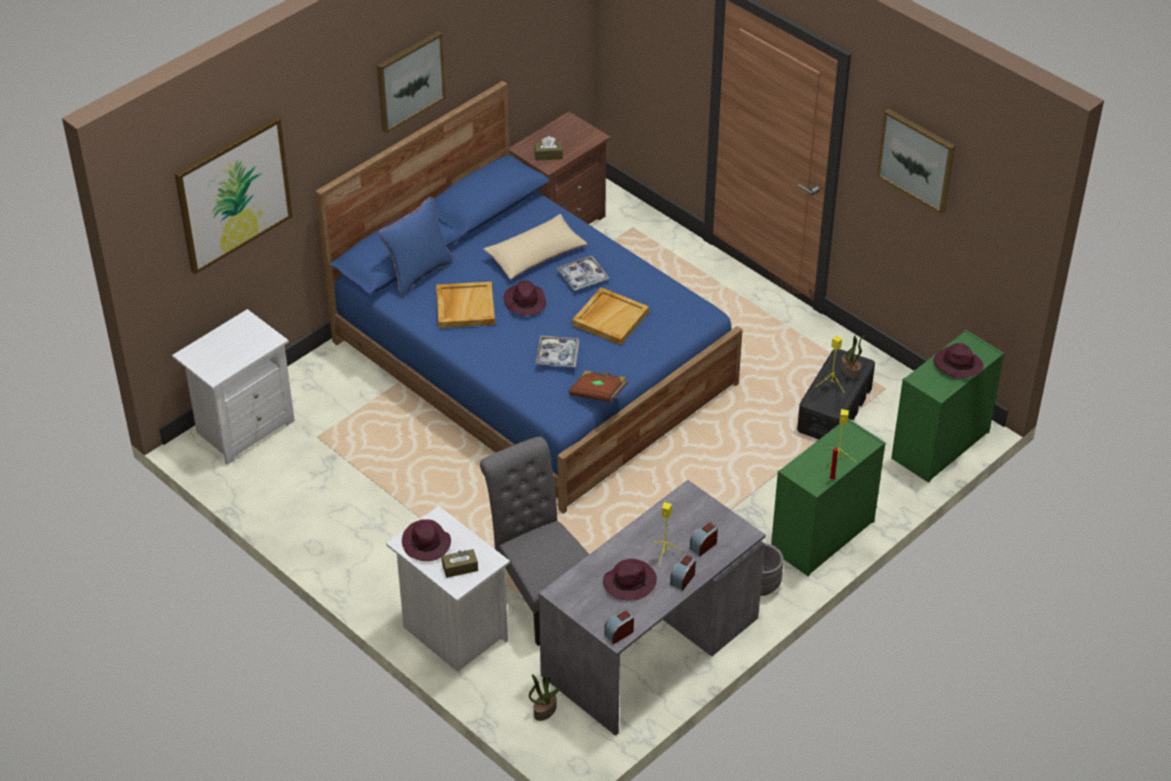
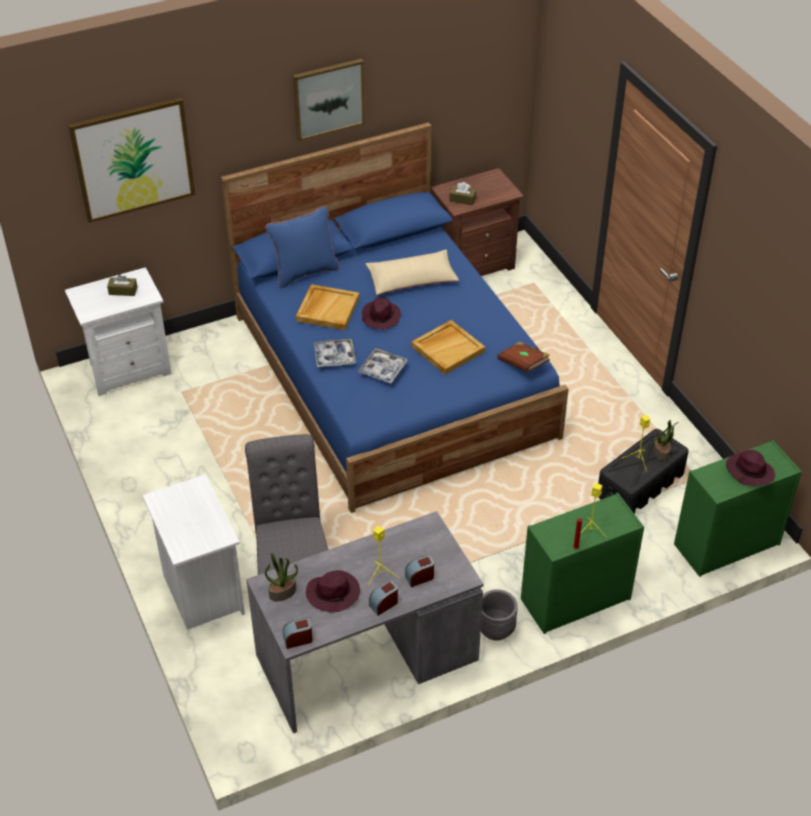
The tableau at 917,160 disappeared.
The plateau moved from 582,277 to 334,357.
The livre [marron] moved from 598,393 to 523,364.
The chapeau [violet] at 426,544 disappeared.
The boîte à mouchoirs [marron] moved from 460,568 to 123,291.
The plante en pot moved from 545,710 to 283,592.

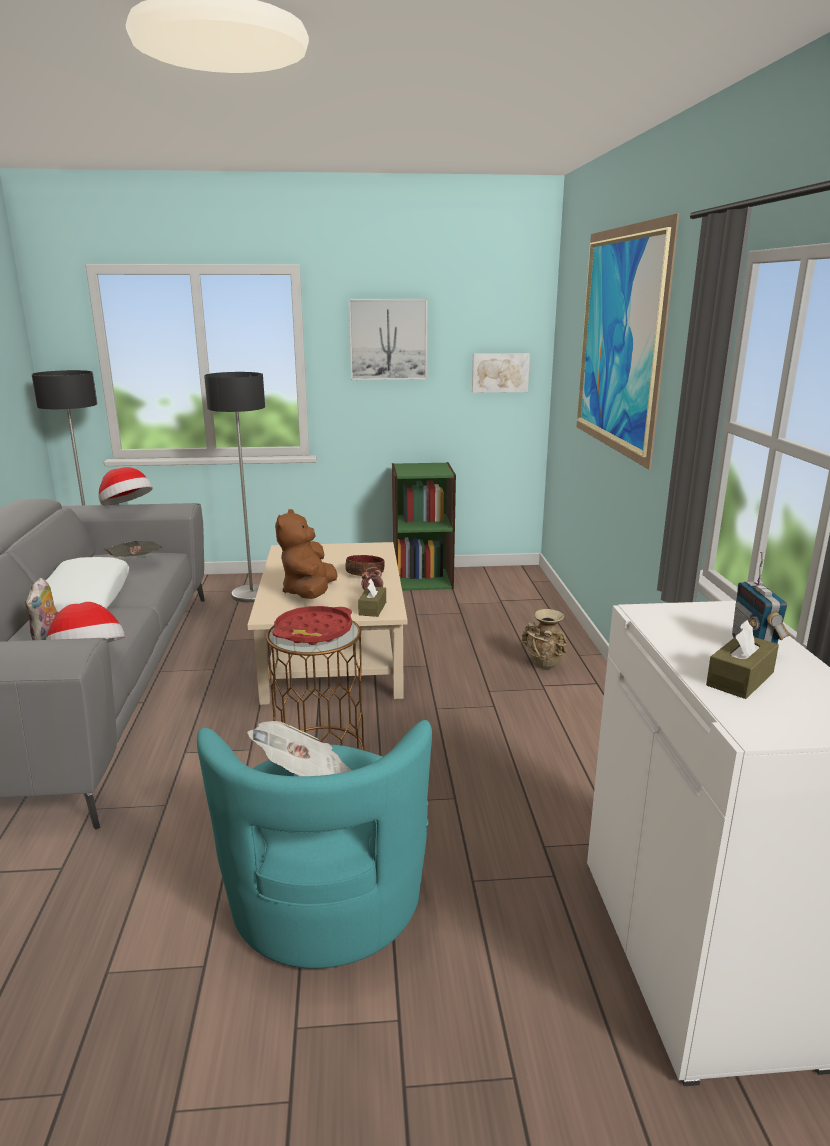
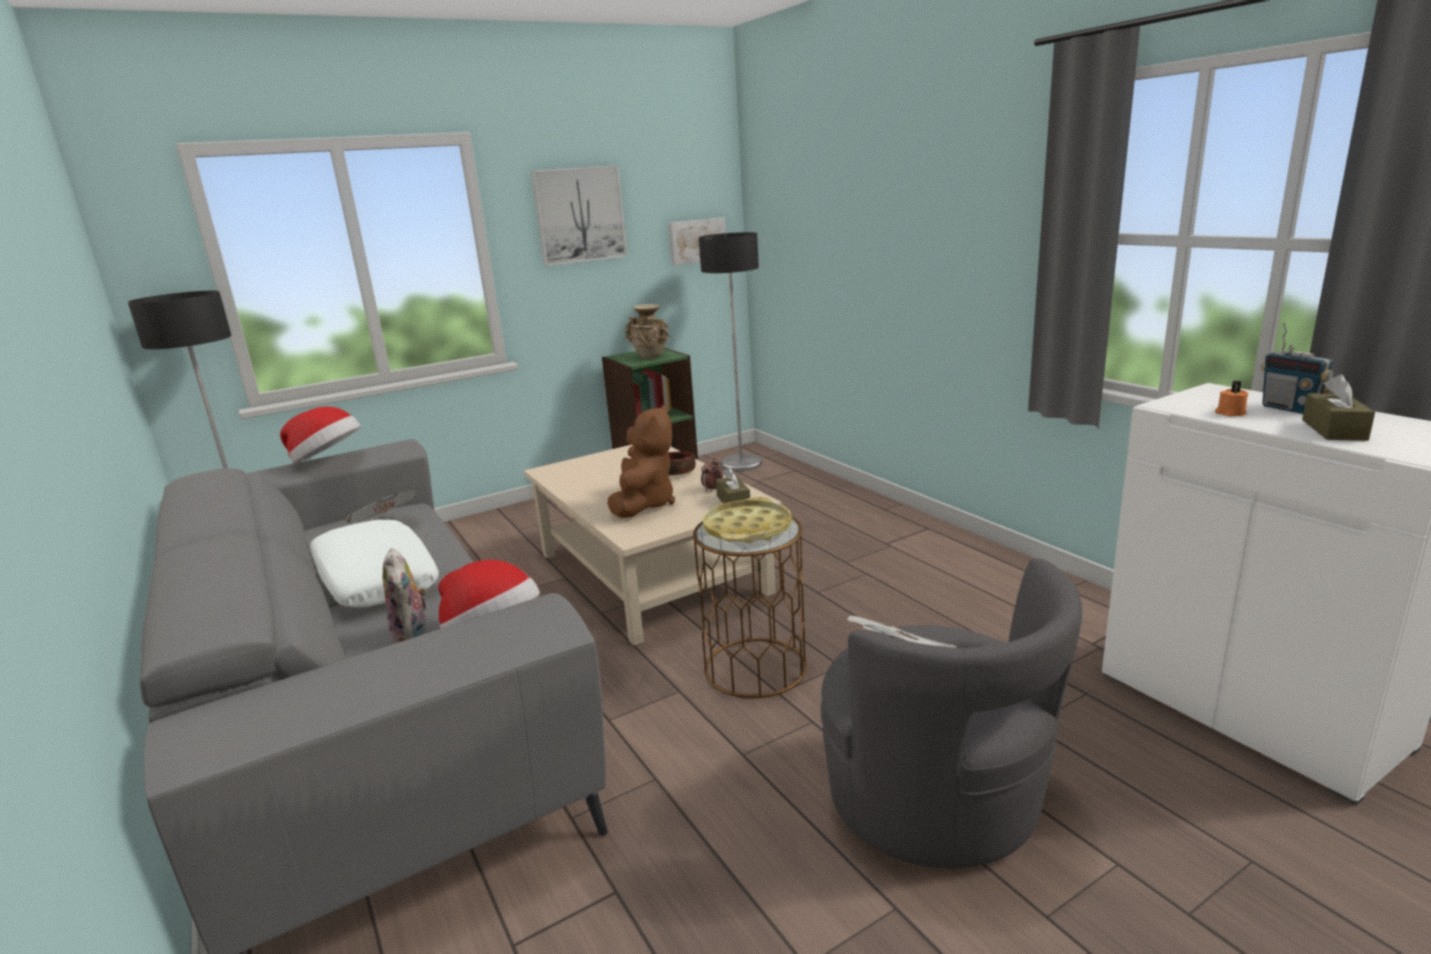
The tableau at 618,340 disappeared.
The lampadaire moved from 252,594 to 741,463.
The peluche [marron] at 309,593 turned 150 degrees counterclockwise.
The plateau [rouge] at 313,632 became the plateau [jaune] at 747,529.
The vase [beige] moved from 544,665 to 650,357.
The fauteuil [turquoise] at 325,905 became the fauteuil [gris] at 937,800.
The bougie [orange] at 1230,413 appeared.

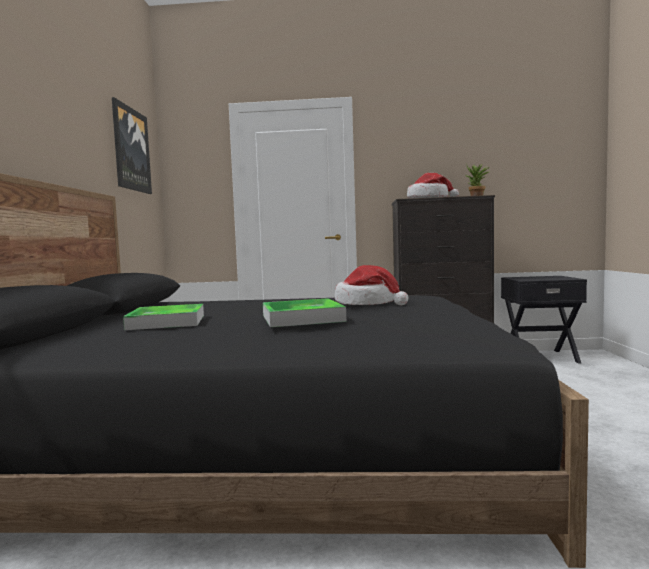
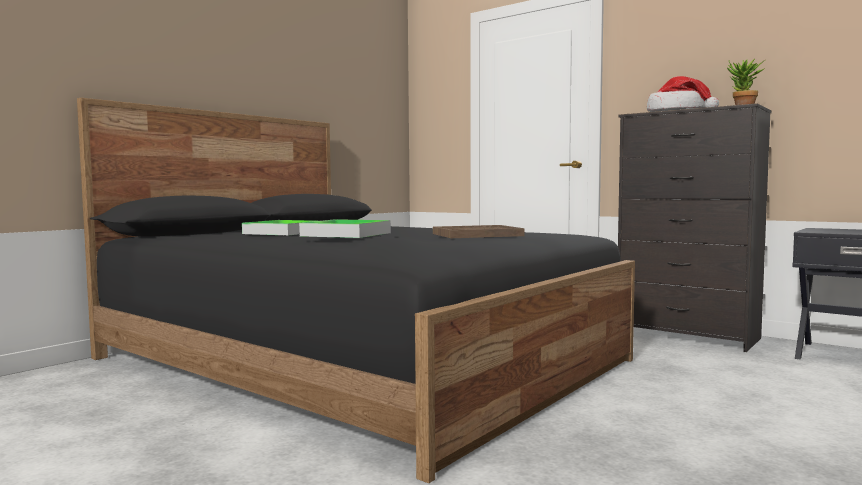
The tableau at 131,149 disappeared.
The chapeau at 367,303 was replaced by the plateau [marron] at 477,235.

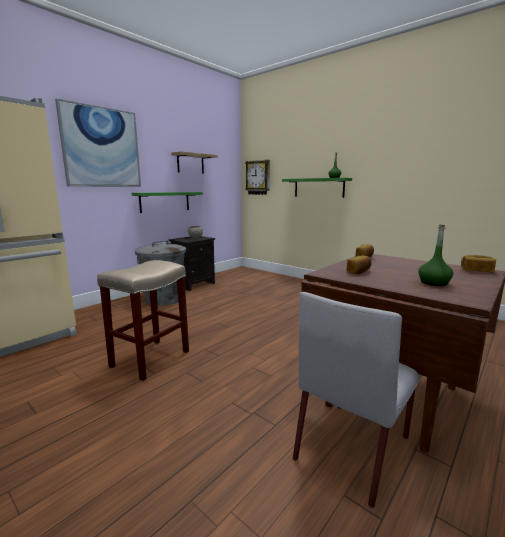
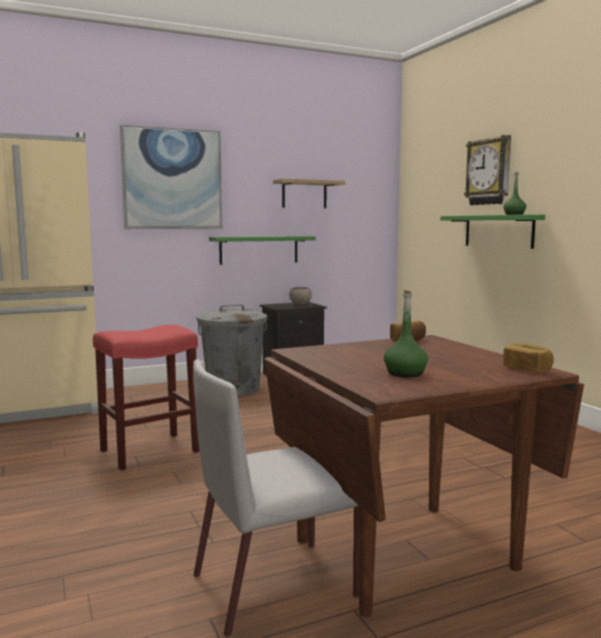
The horloge murale moved from 258,177 to 489,172.
The pain at 359,272 disappeared.
The tabouret [beige] at 151,358 became the tabouret [rouge] at 150,450.

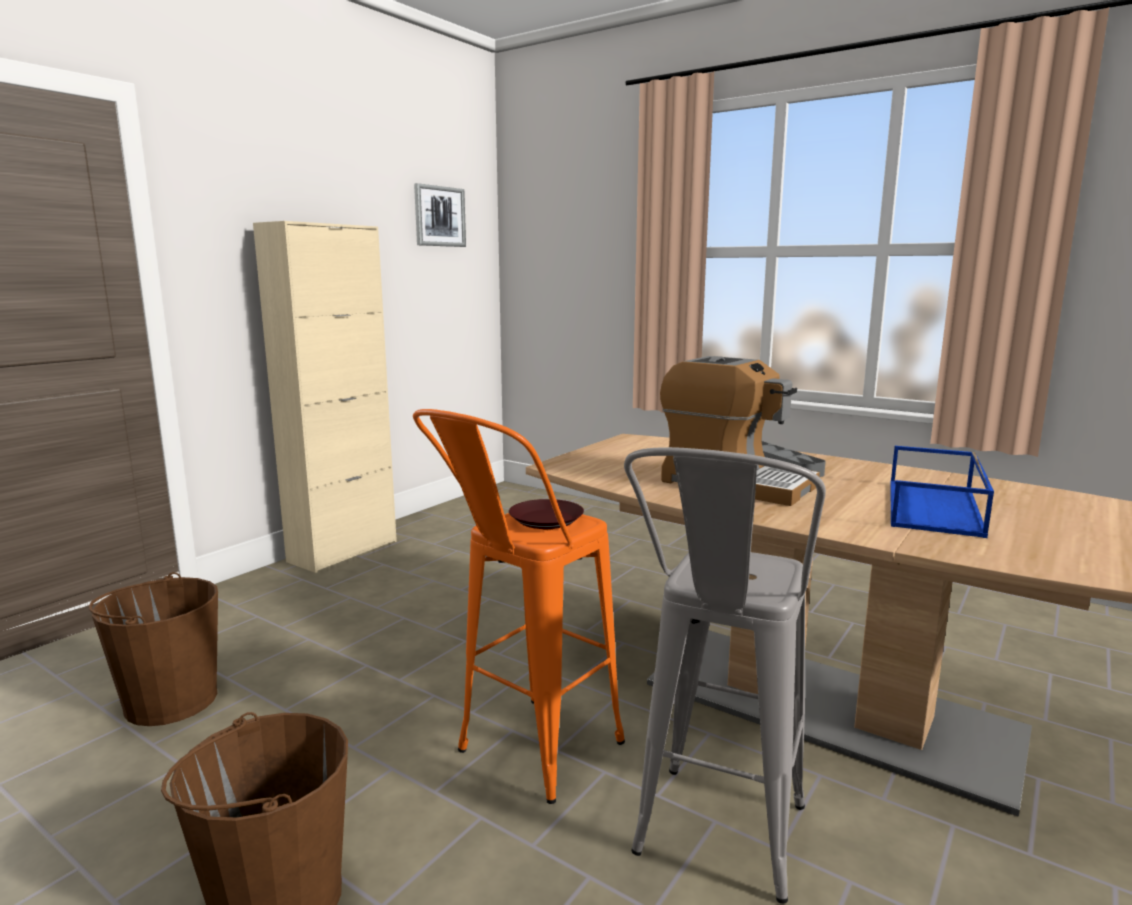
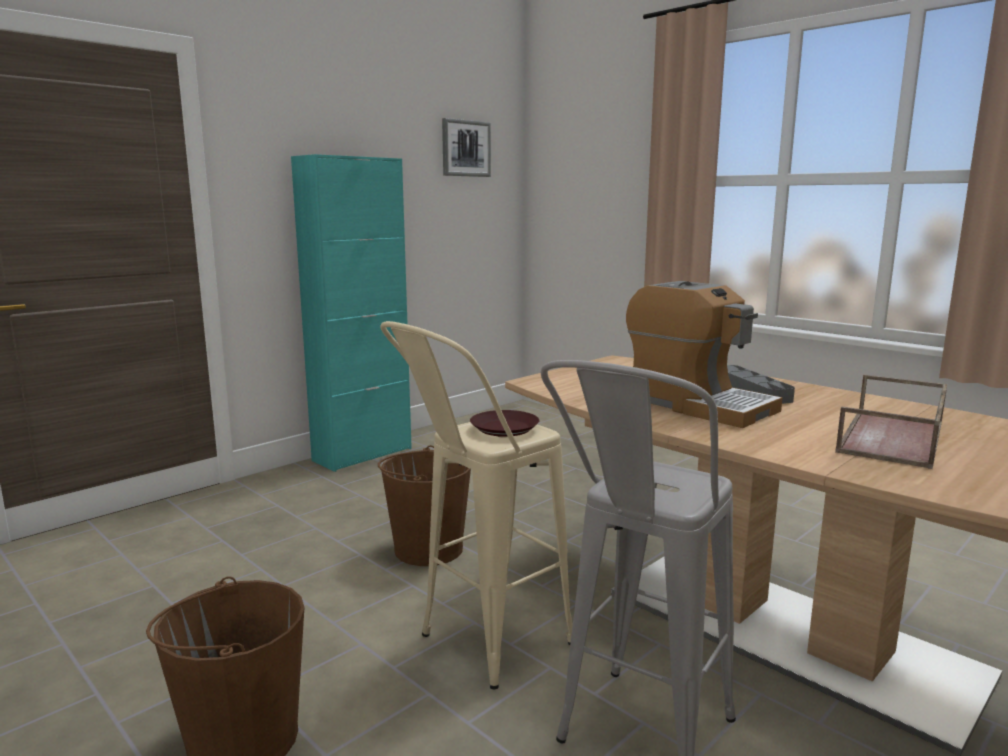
The meuble de rangement [beige] at 343,551 became the meuble de rangement [turquoise] at 362,454.
The tabouret [orange] at 524,760 became the tabouret [beige] at 479,649.
The plateau [bleu] at 935,508 became the plateau [marron] at 893,438.
The seau [marron] moved from 170,701 to 428,549.

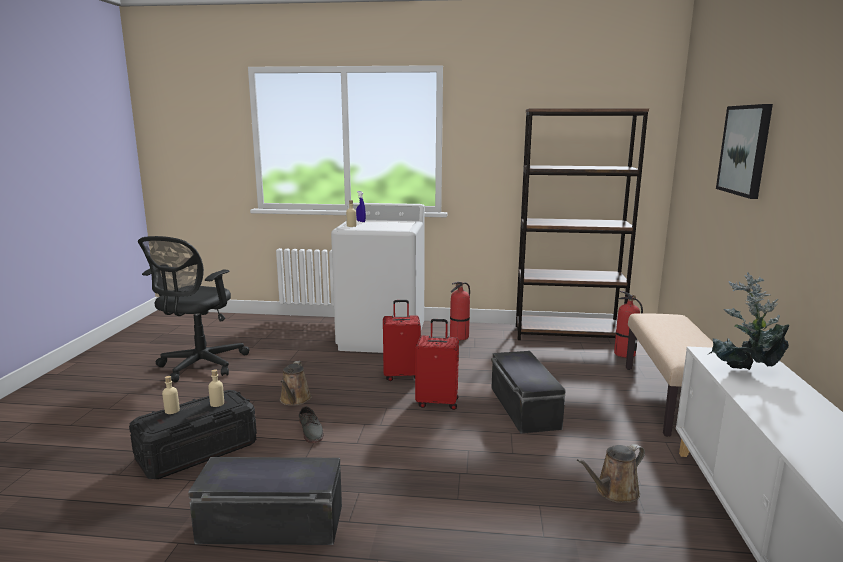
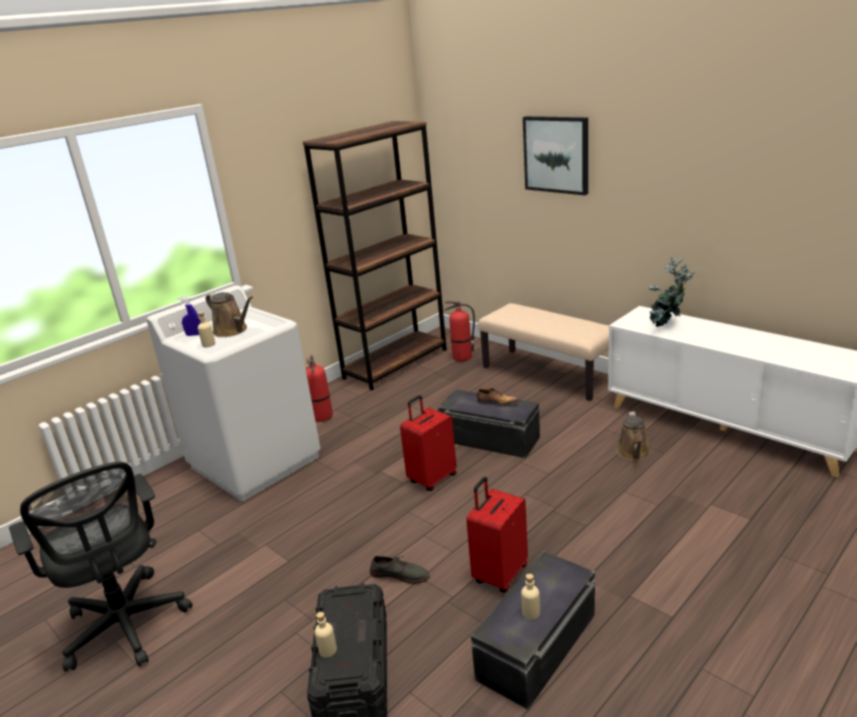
The valise [rouge] moved from 402,375 to 499,574.
The arrosoir [marron] moved from 294,400 to 232,331.
The bouteille [beige] moved from 217,403 to 531,612.
The chaussure at 496,402 appeared.

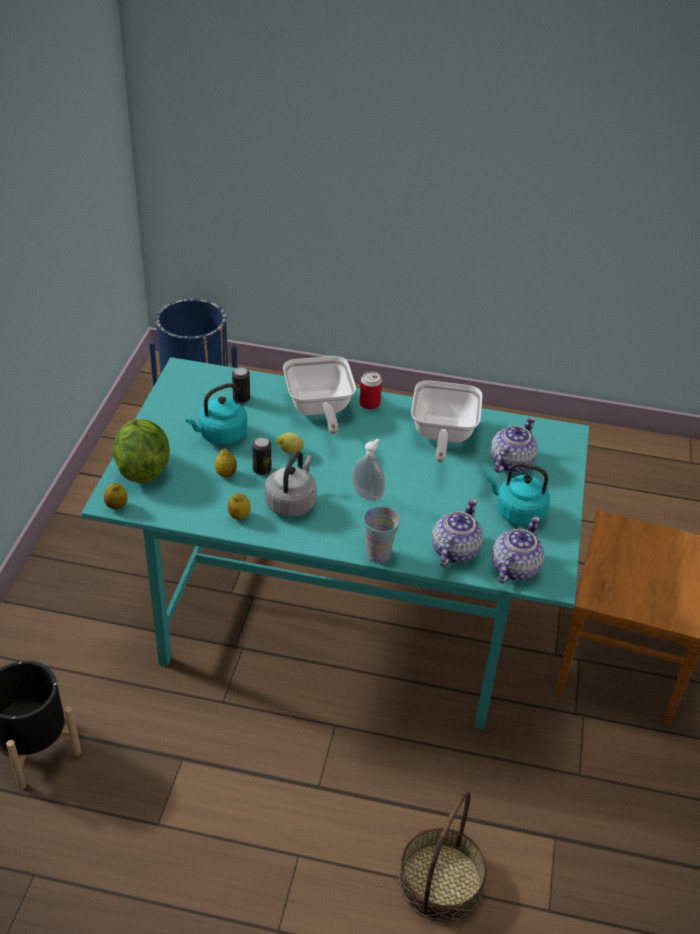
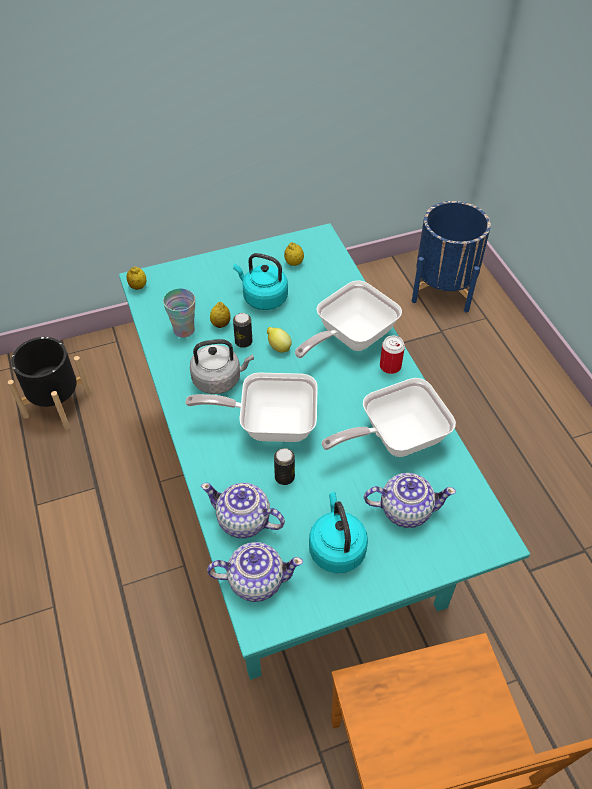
The boîte métallique moved from 241,398 to 284,477.
The laitue at 142,468 disappeared.
The distributeur de savon at 368,494 was replaced by the poêle at 269,424.
The citron moved from 239,516 to 294,263.
The théière at 454,551 turned 150 degrees counterclockwise.
The tasse moved from 378,554 to 184,330.
The panier at 441,881 disappeared.

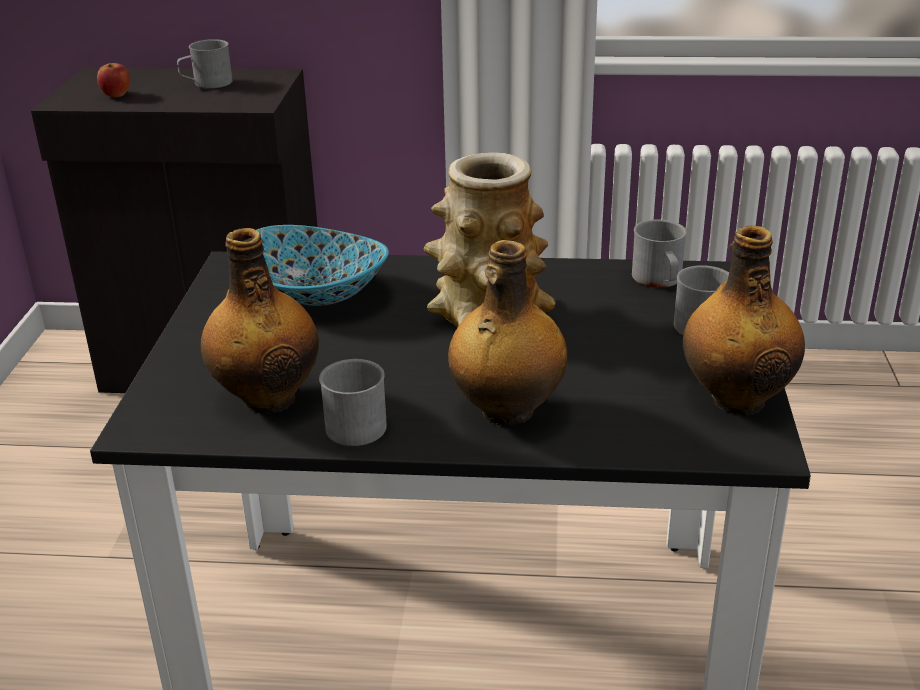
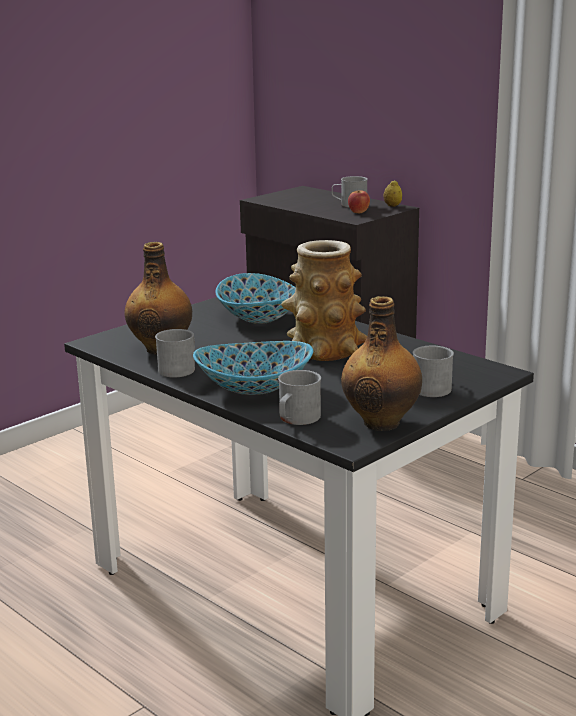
The pomme moved from 117,95 to 359,212.
The mug [gris] moved from 659,280 to 296,419.
The bouteille at 506,412 was replaced by the bol at 253,387.
The citron at 392,206 appeared.

